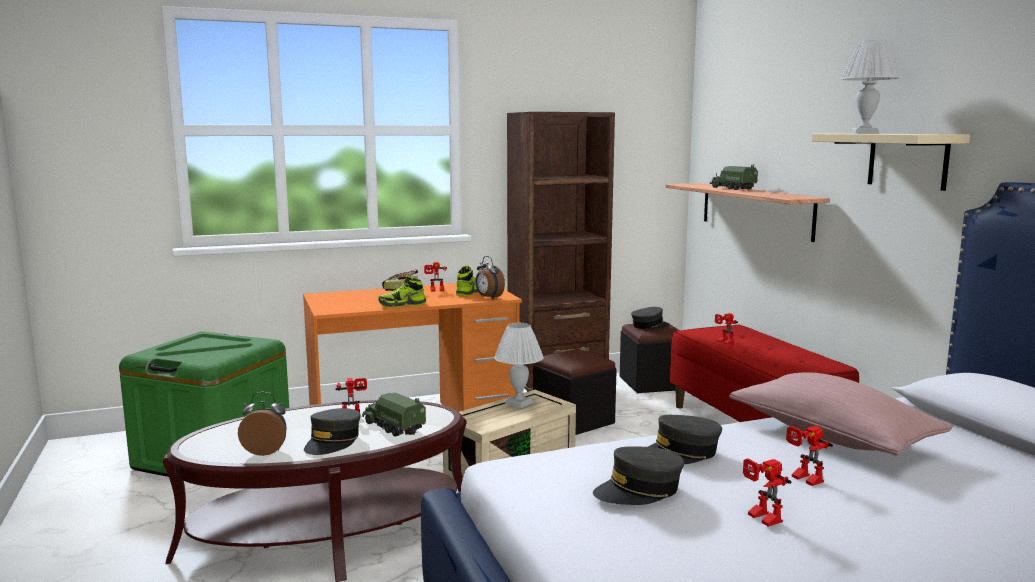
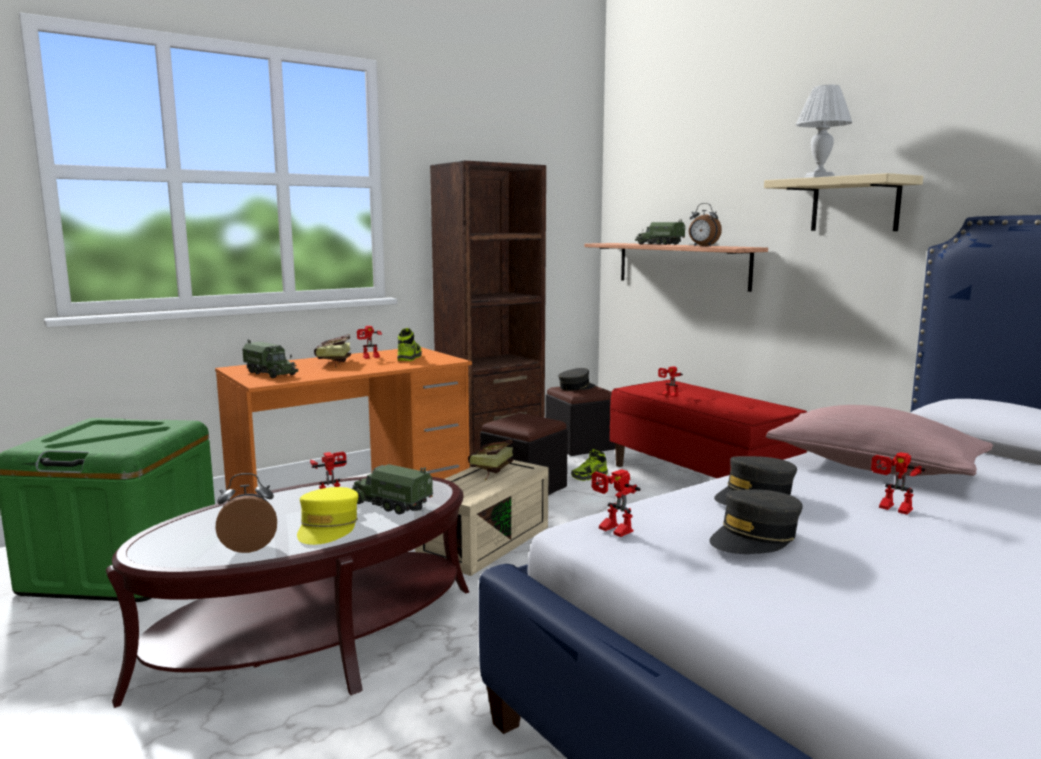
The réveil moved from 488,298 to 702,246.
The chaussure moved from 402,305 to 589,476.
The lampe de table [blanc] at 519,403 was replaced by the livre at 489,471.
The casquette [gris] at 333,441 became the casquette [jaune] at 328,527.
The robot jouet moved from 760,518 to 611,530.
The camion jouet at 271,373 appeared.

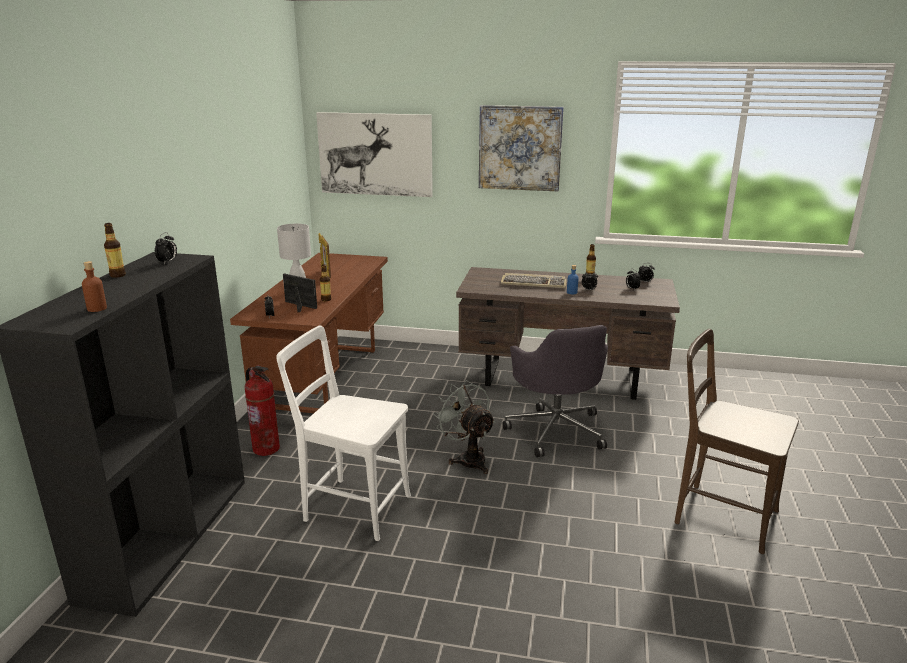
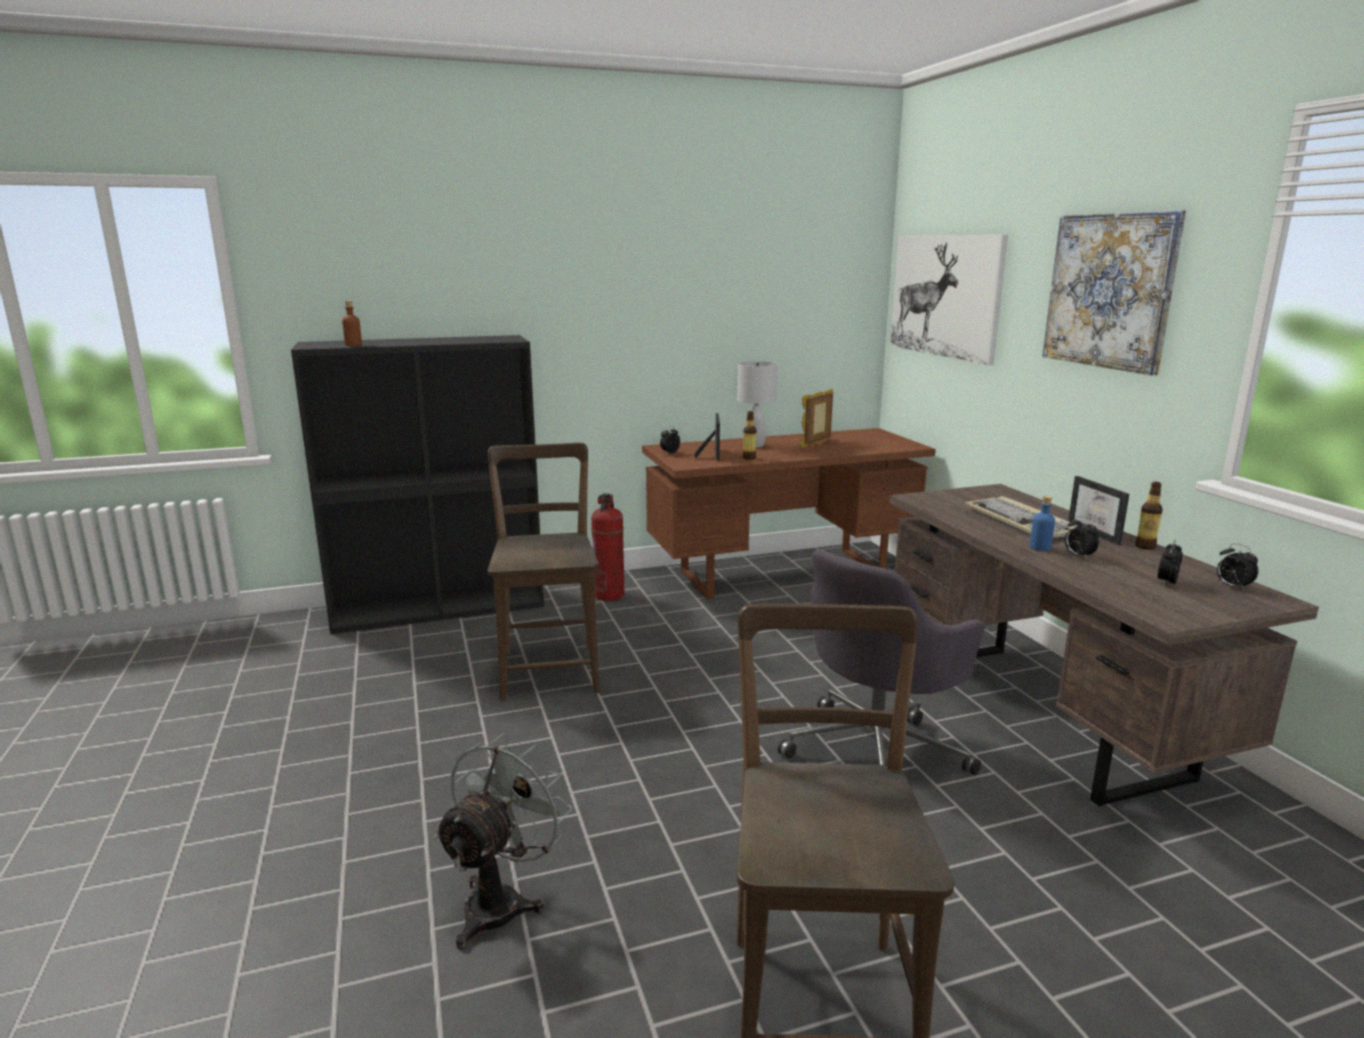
The bouteille at 118,275 disappeared.
The réveil at 168,262 disappeared.
The chaise [blanc] at 352,506 became the chaise [marron] at 549,668.
The ventilateur [gris] moved from 467,458 to 502,901.
The cadre photo at 1100,533 appeared.

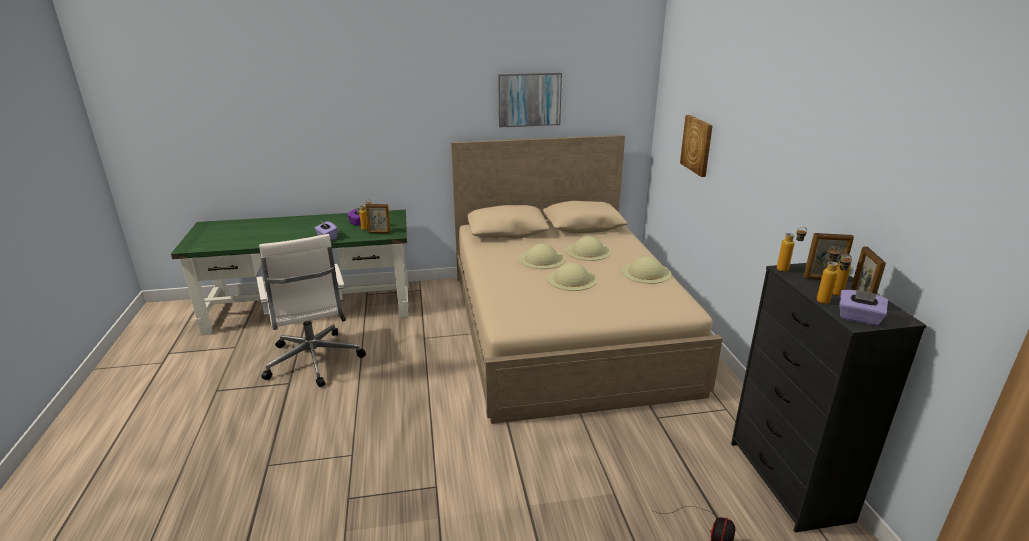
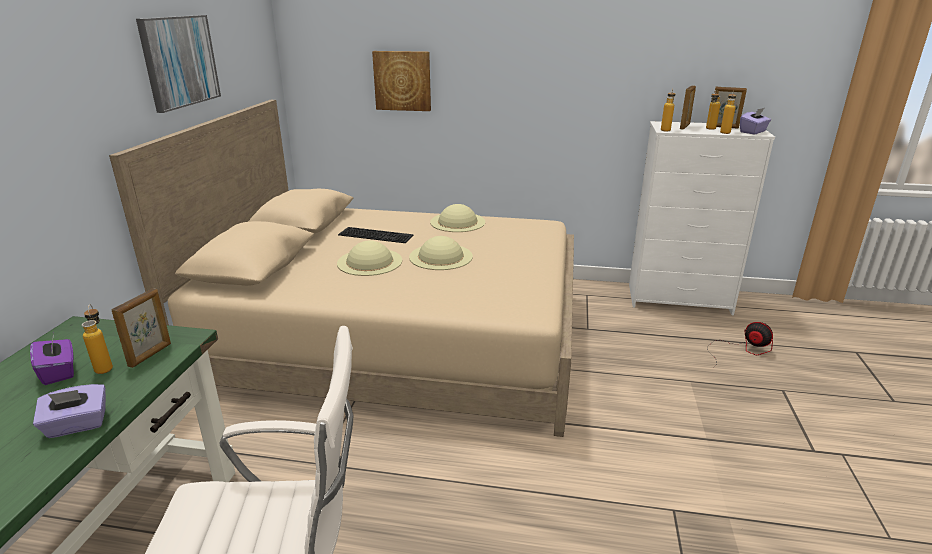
The chapeau [beige] at 588,251 was replaced by the clavier at 377,234.
The commode [noir] at 789,481 became the commode [blanc] at 679,299.

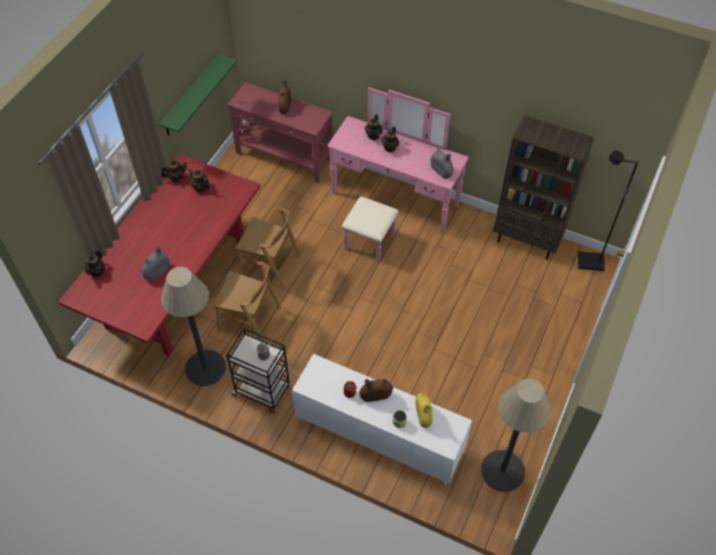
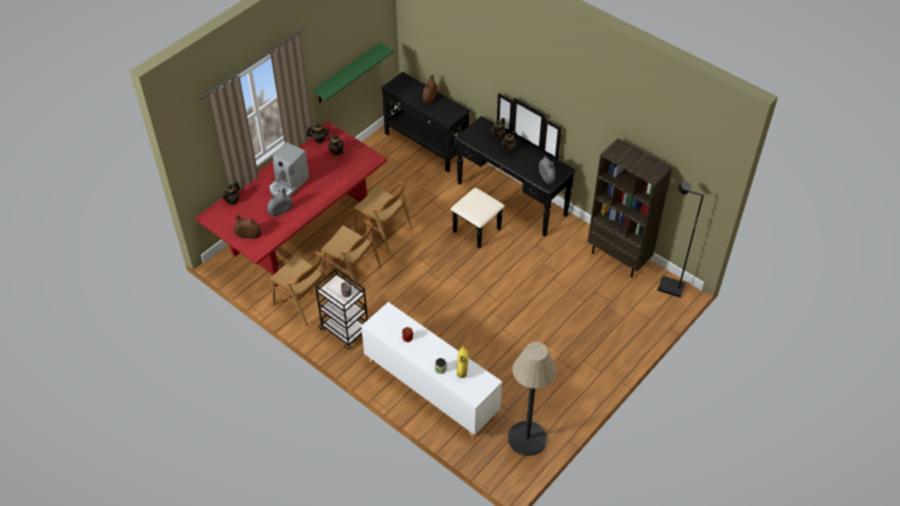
The table console [rouge] at 285,157 became the table console [noir] at 426,145.
The commode [rose] at 389,209 became the commode [noir] at 504,206.
The lampadaire at 205,368 was replaced by the chaise [marron] at 303,302.
The vase [marron] moved from 376,396 to 248,235.
The machine à café at 288,184 appeared.

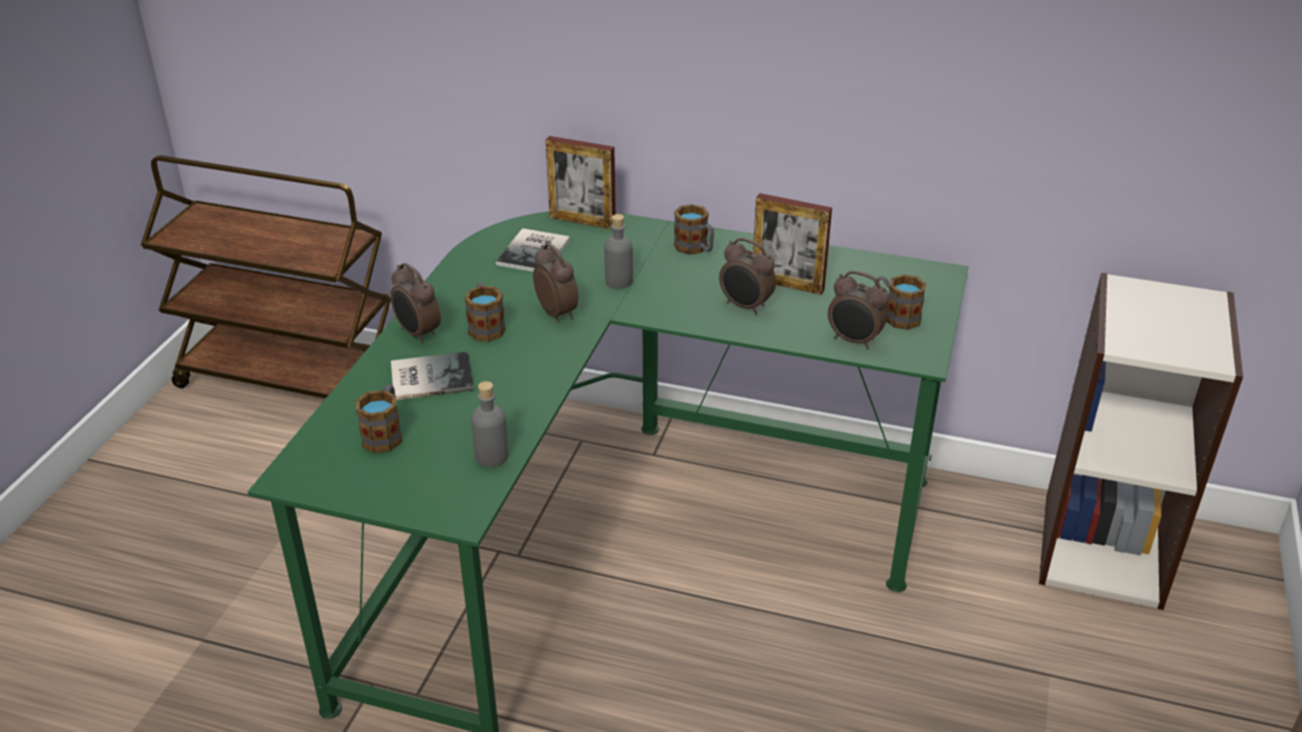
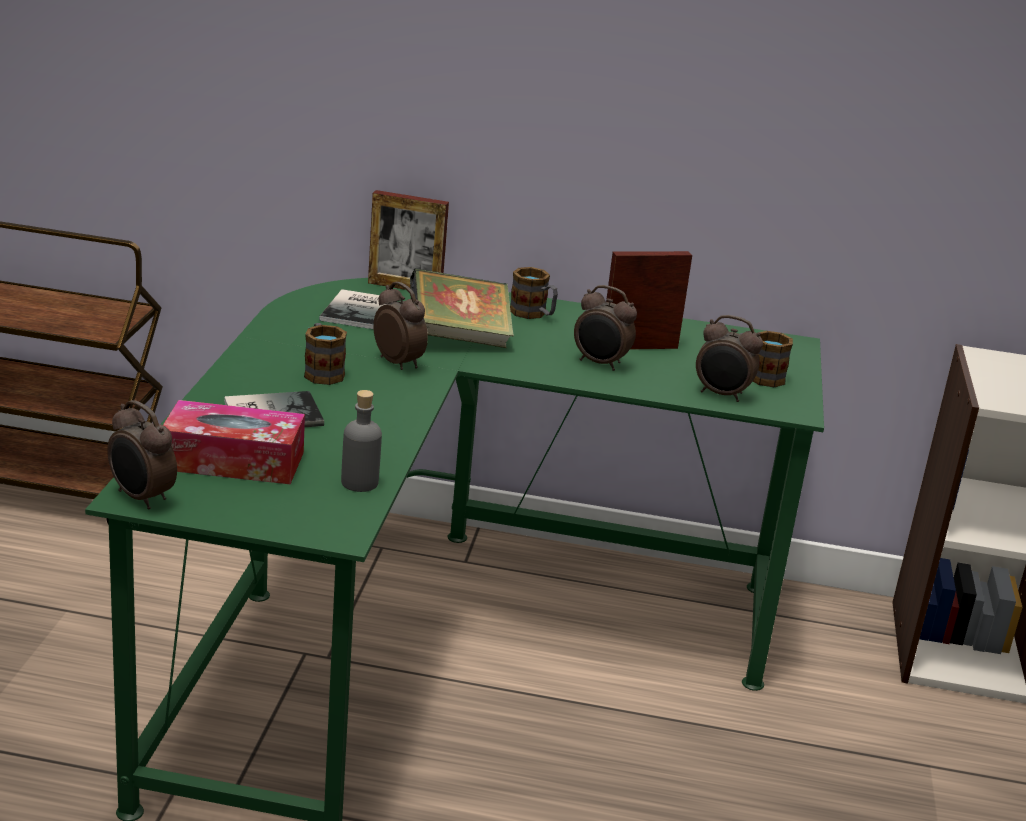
The cadre photo at 787,284 turned 150 degrees clockwise.
The bouteille [gris] at 619,281 was replaced by the livre at 458,338.
The réveil moved from 417,334 to 141,498.
The mug at 385,433 was replaced by the boîte à mouchoirs at 233,461.

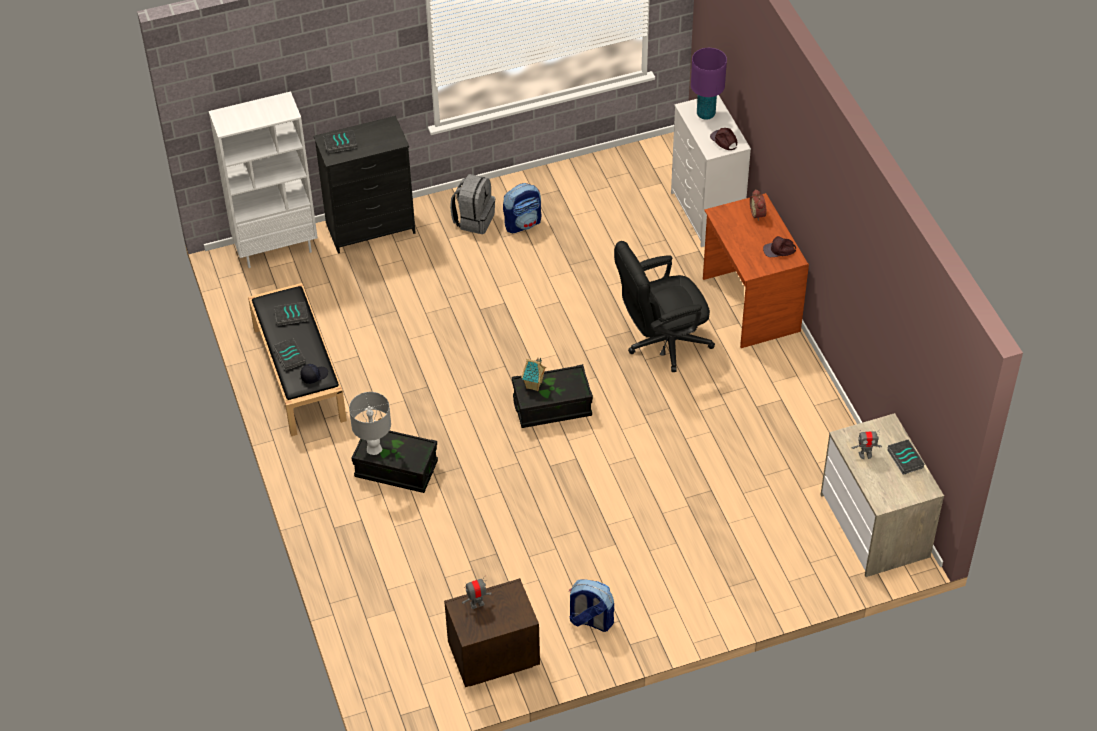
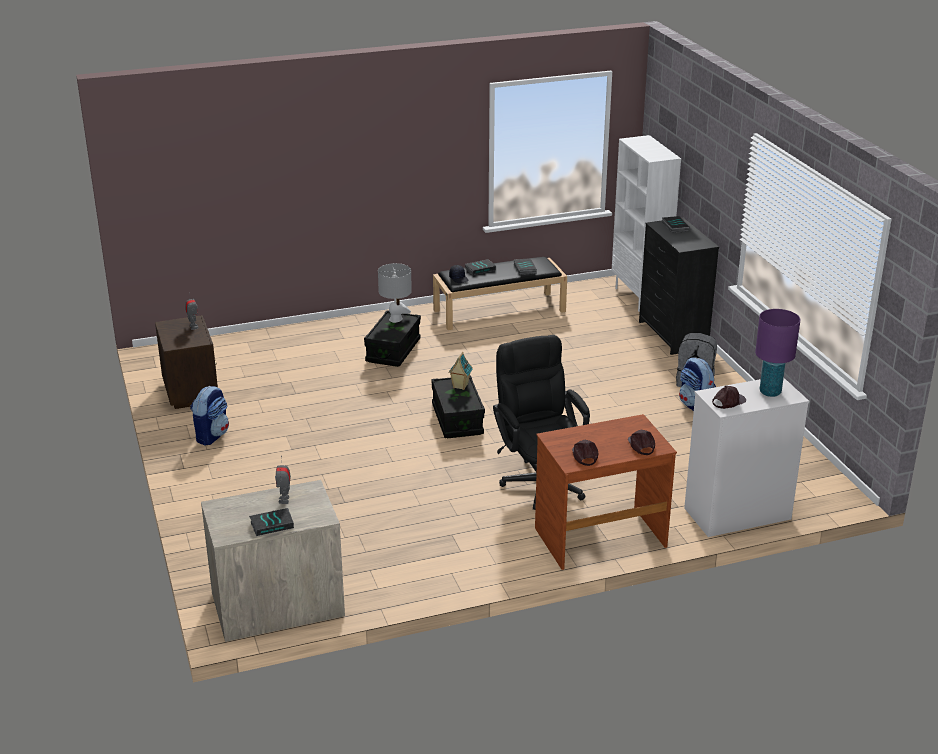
The réveil at 758,214 was replaced by the casquette [marron] at 641,445.

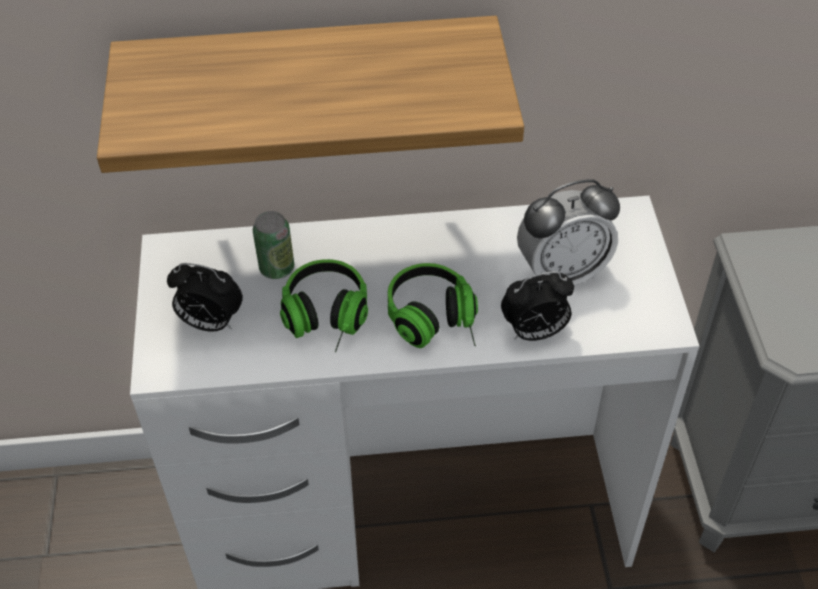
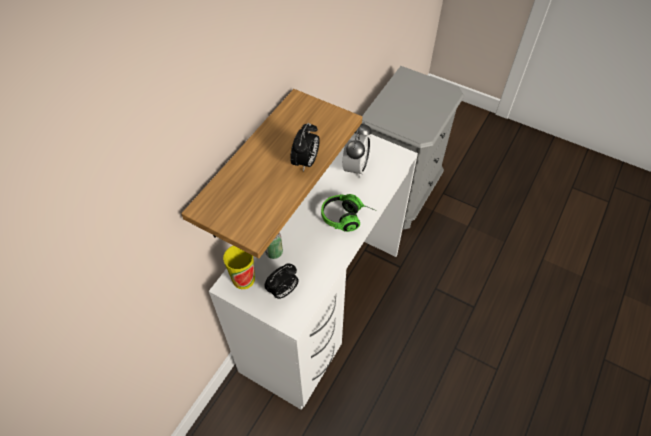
The casque audio at 325,322 disappeared.
The réveil moved from 534,332 to 306,162.
The tasse at 243,279 appeared.

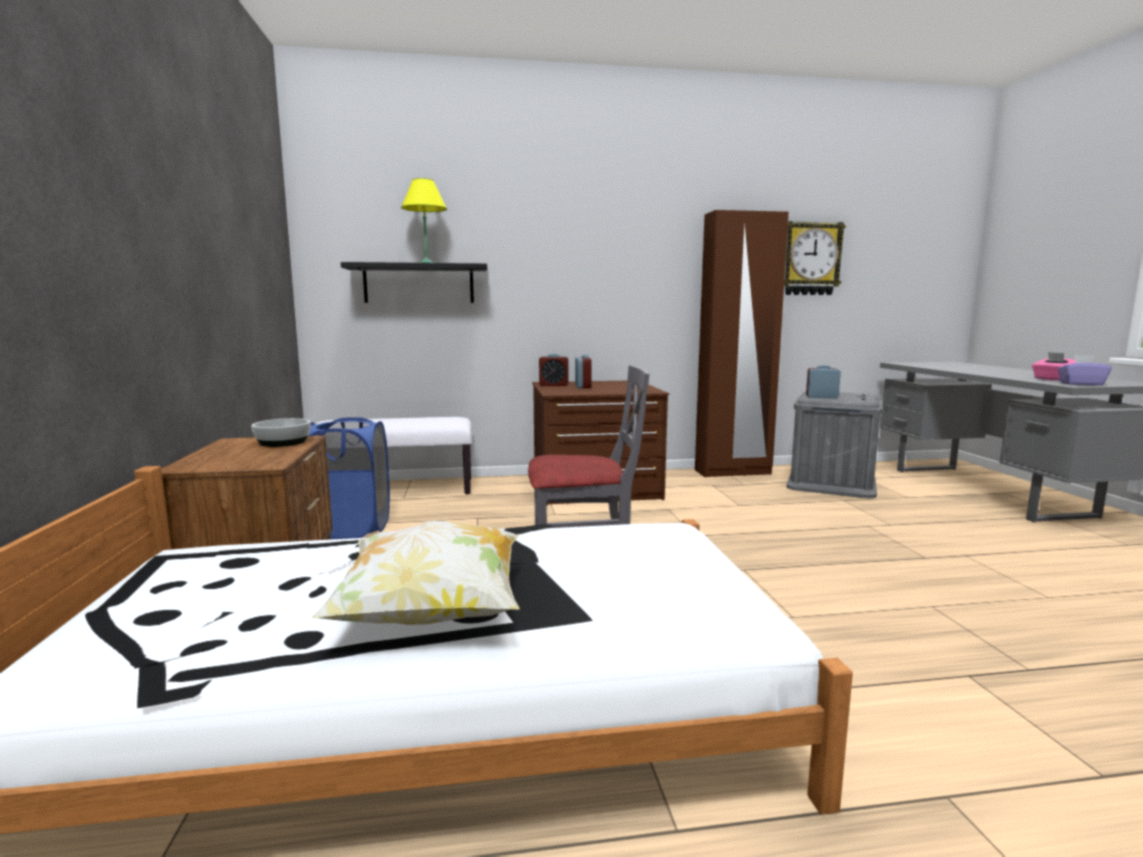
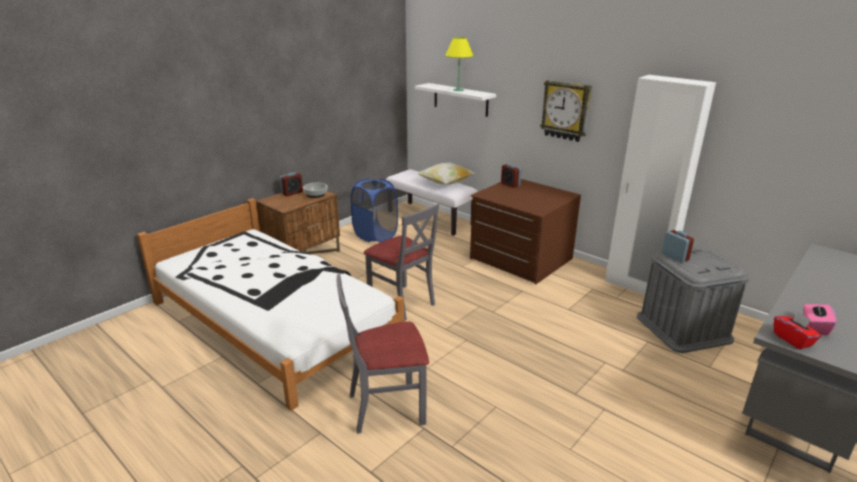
The armoire [marron] at 733,472 became the armoire [blanc] at 636,286.
The horloge murale moved from 810,259 to 566,110.
The étagère [noir] at 419,284 became the étagère [blanc] at 460,99.
The réveil moved from 583,386 to 292,193.
The boîte à mouchoirs [violet] at 1081,384 became the boîte à mouchoirs [rouge] at 792,340.
The coussin moved from 431,613 to 445,183.
The chaise [gris] at 386,407 appeared.

